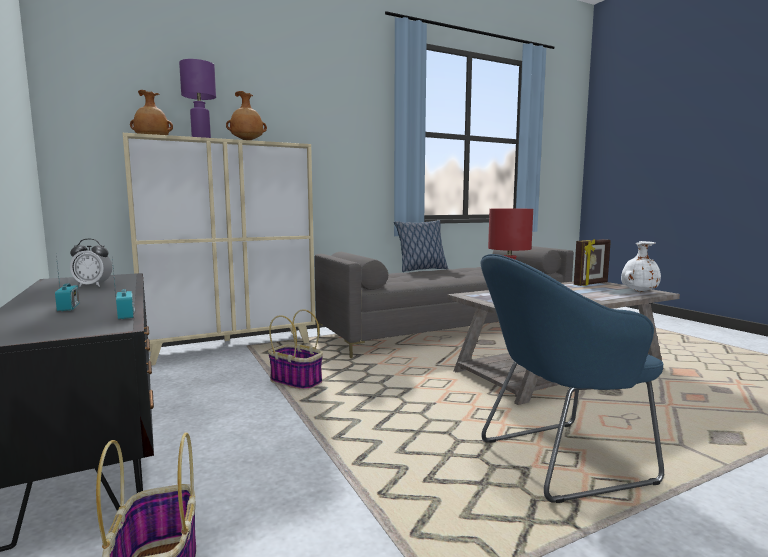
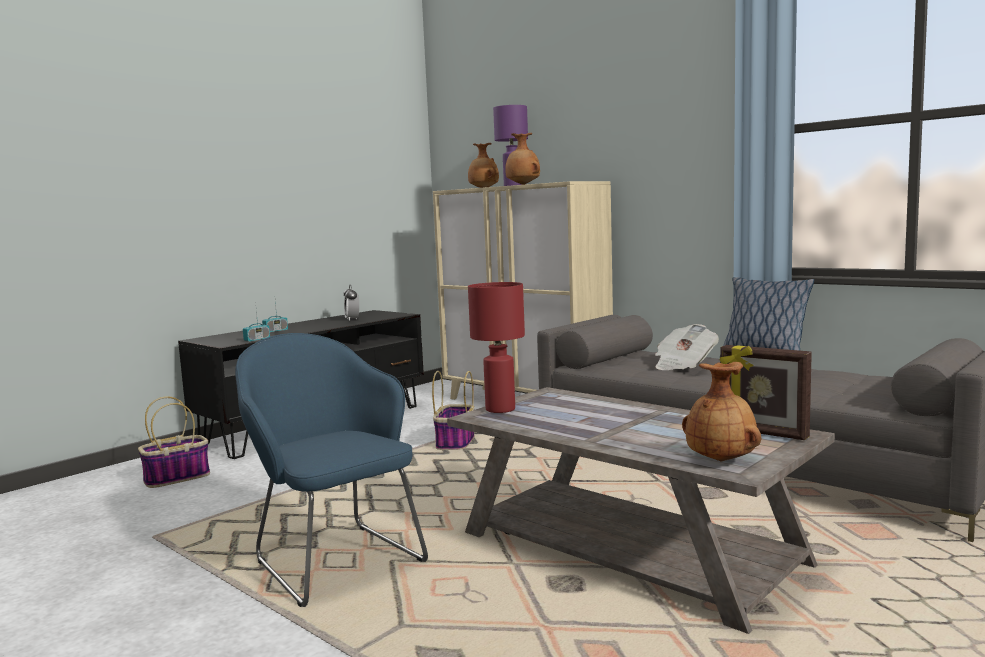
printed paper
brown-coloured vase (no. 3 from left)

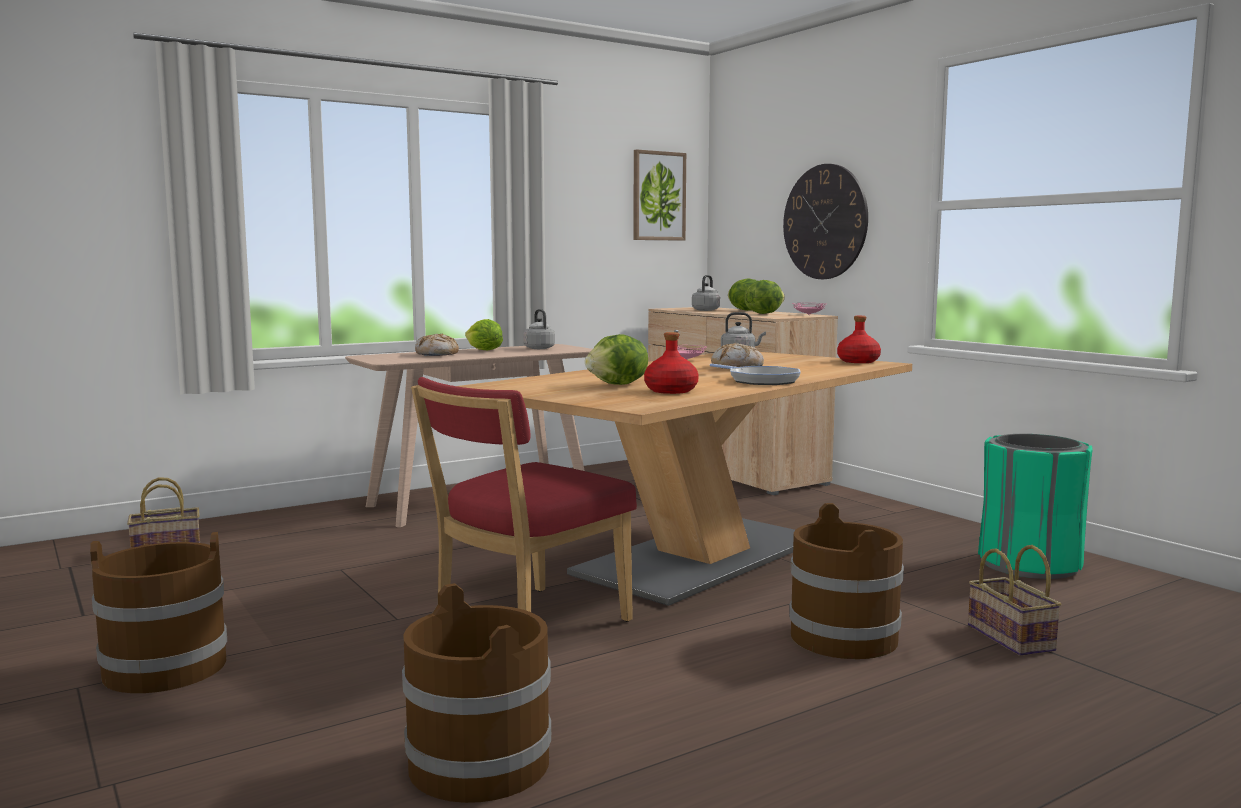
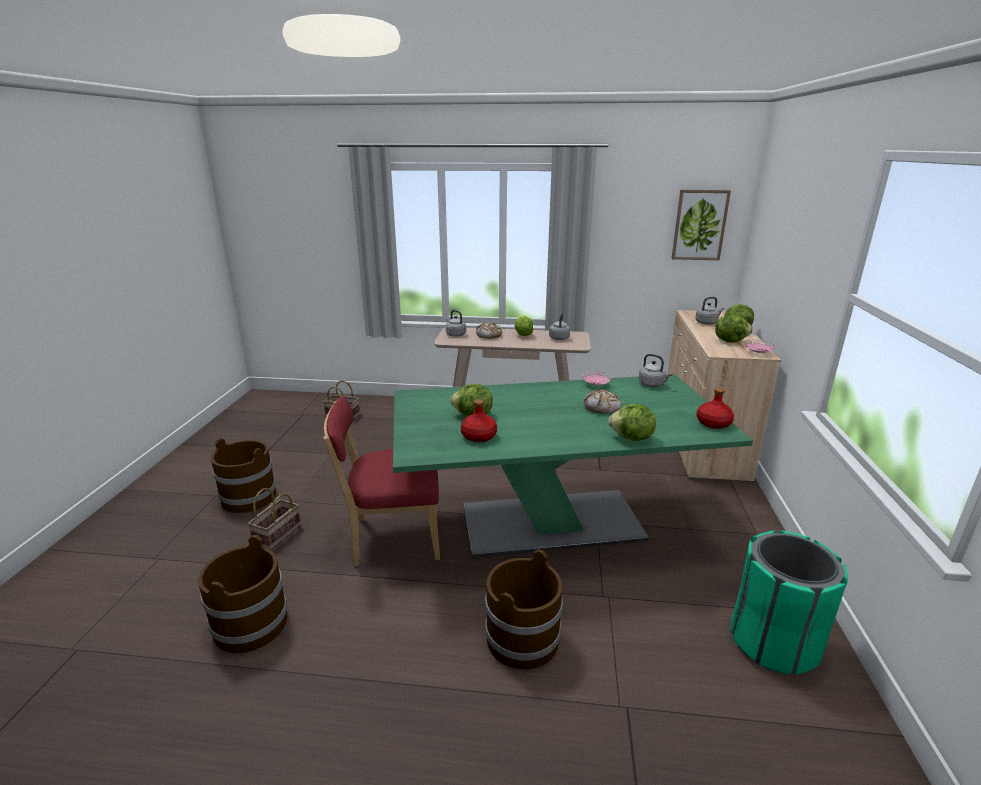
basket (no. 1 from left)
greenish dinner table
grey water kettle (no. 1 from left)
lettuce head (no. 3 from left)
skillet
hanging clock

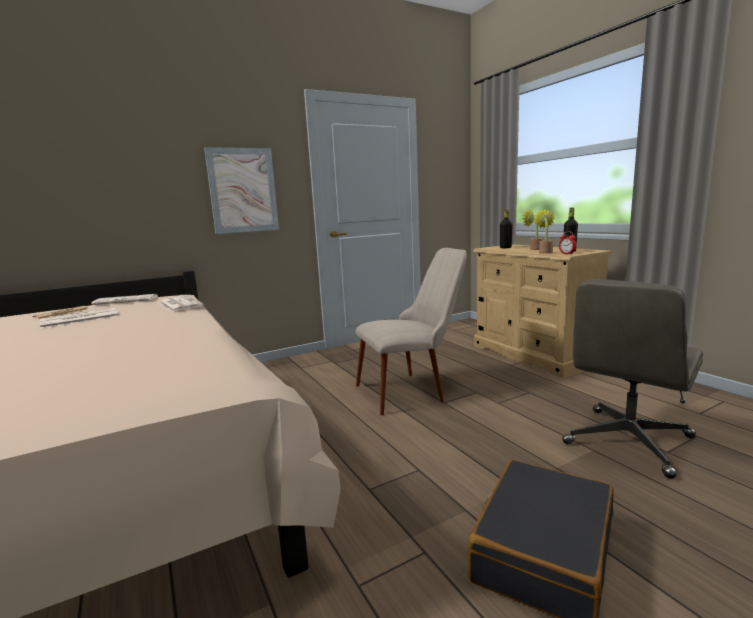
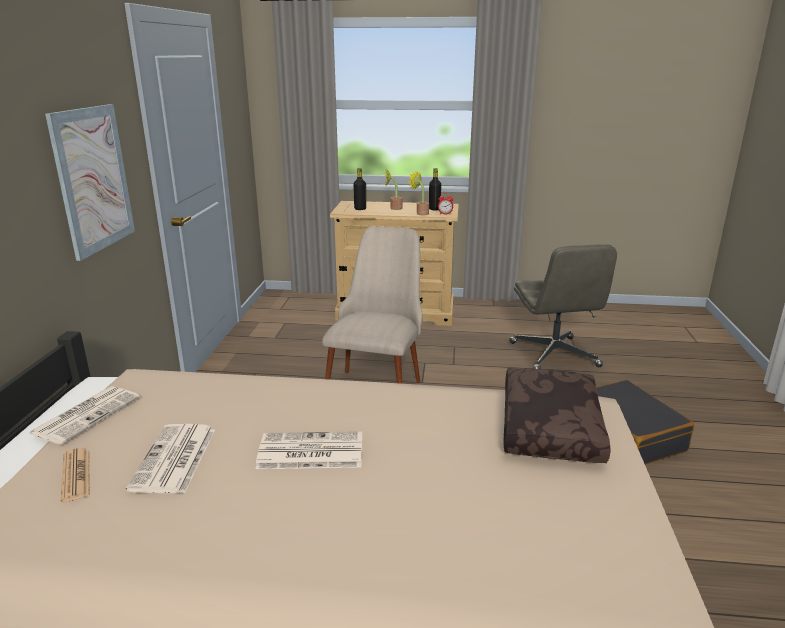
printed paper (no. 4 from left)
brown-coloured throw pillow

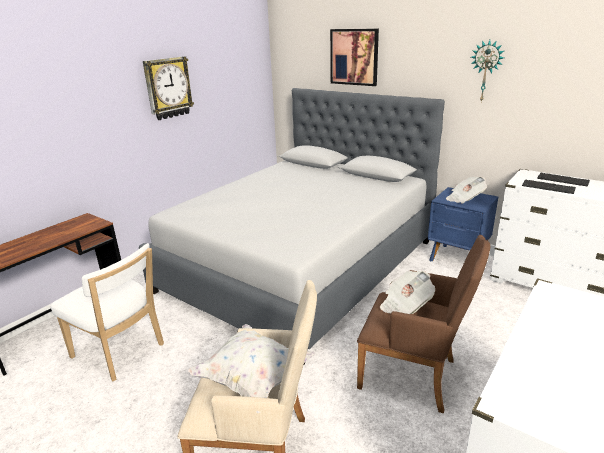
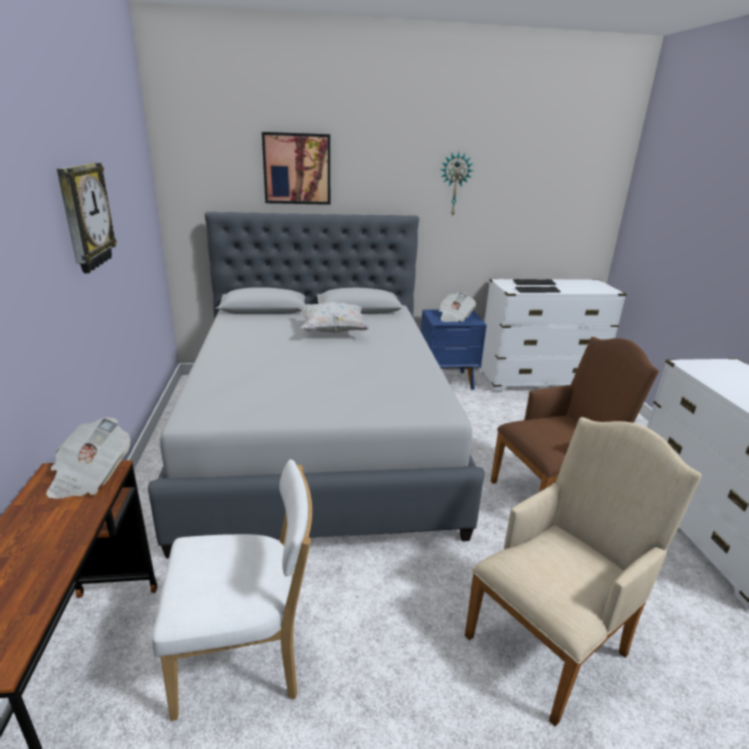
printed paper (no. 1 from left)
white throw pillow

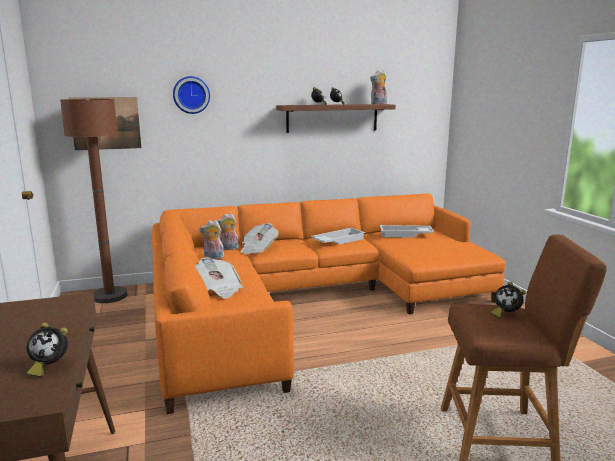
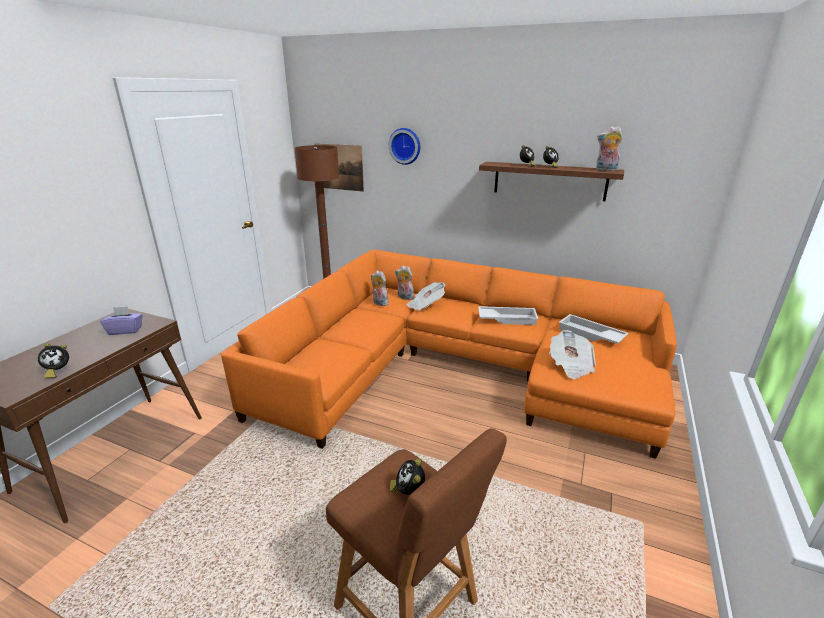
table clock (no. 1 from left)
purple-coloured tissue box
printed paper (no. 2 from left)

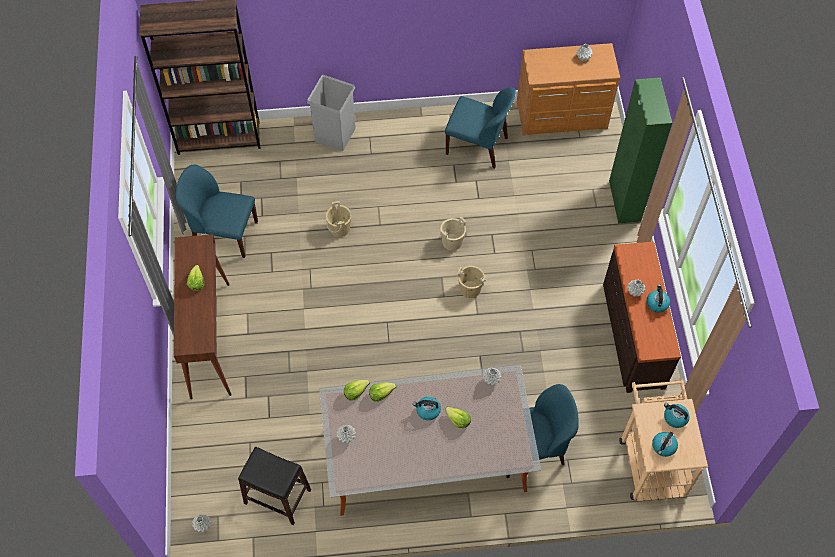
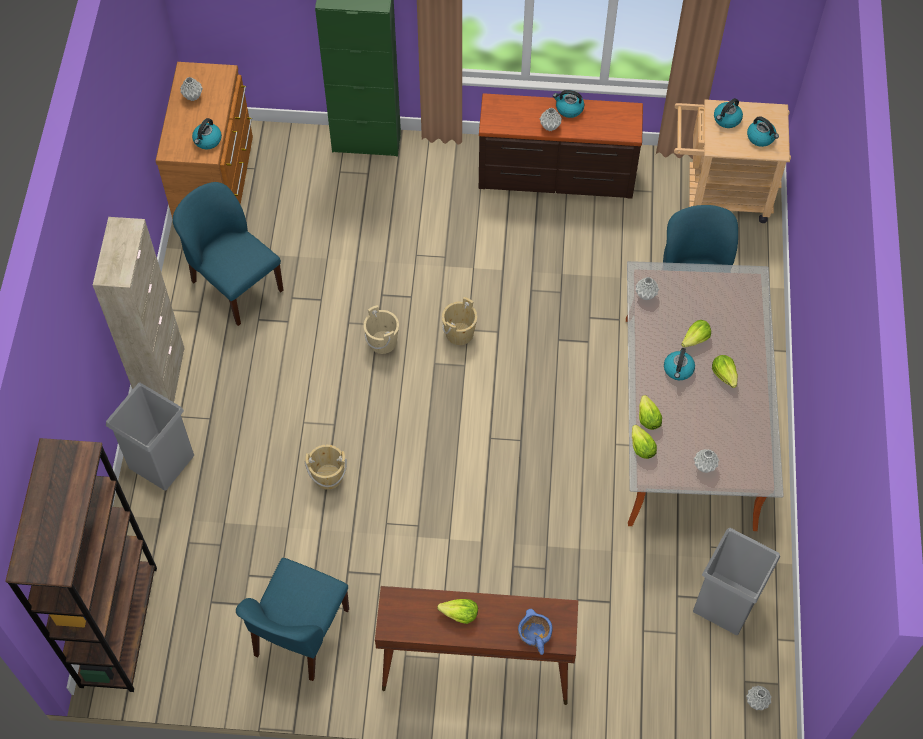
beige-coloured cabinet
bluish plain chair (no. 1 from left)
water kettle (no. 1 from left)
bluish deep dish
grey waste bin (no. 2 from left)
lettuce head (no. 5 from left)

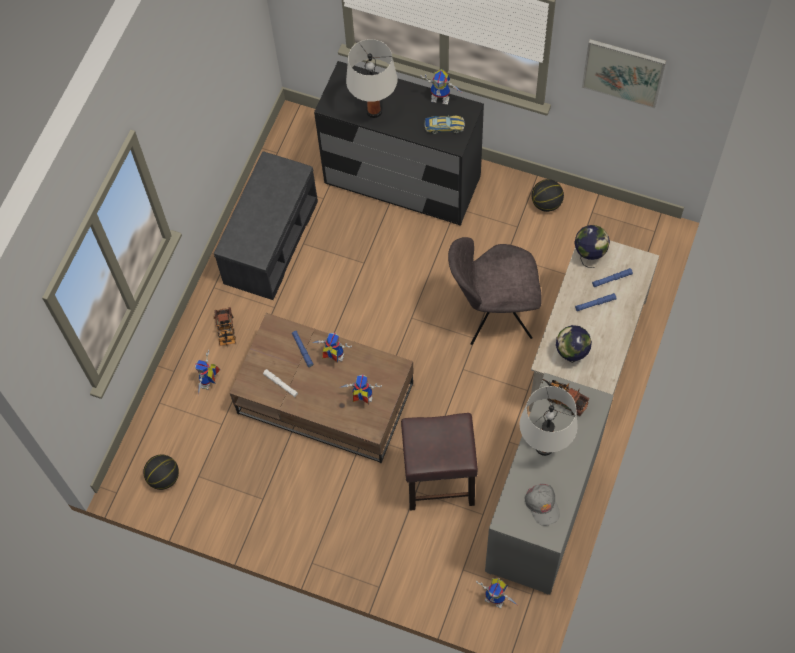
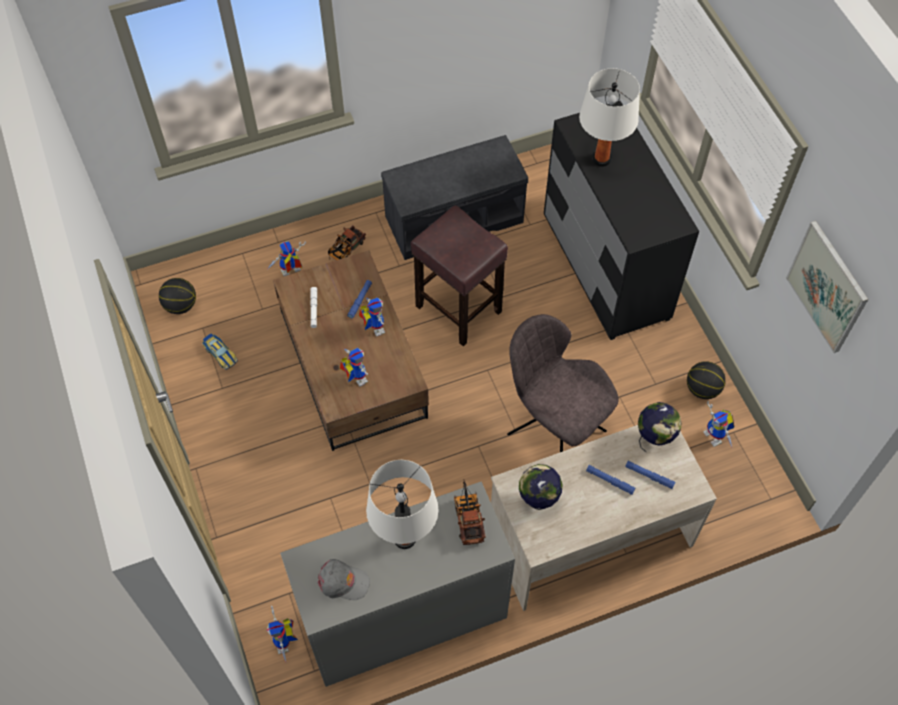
toy car
grey peaked cap
brown-coloured stool
model robot (no. 5 from left)

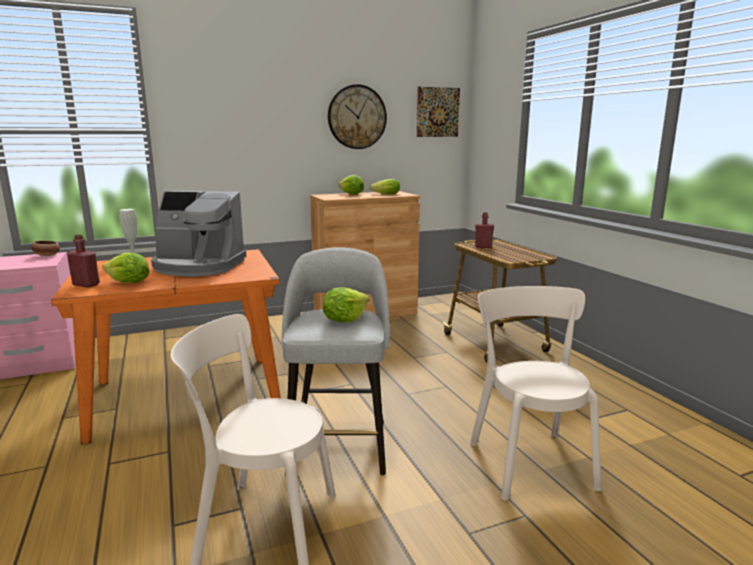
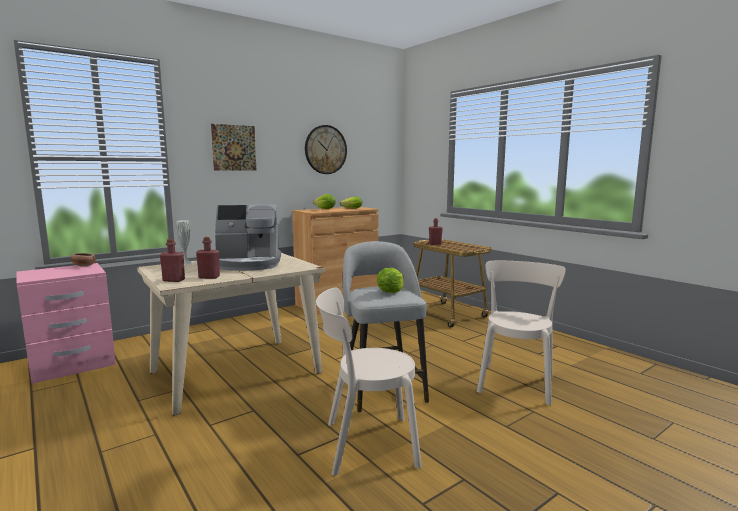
beige-coloured dinner table
red drink bottle (no. 2 from left)
wall picture
beige-coloured plain chair (no. 2 from left)

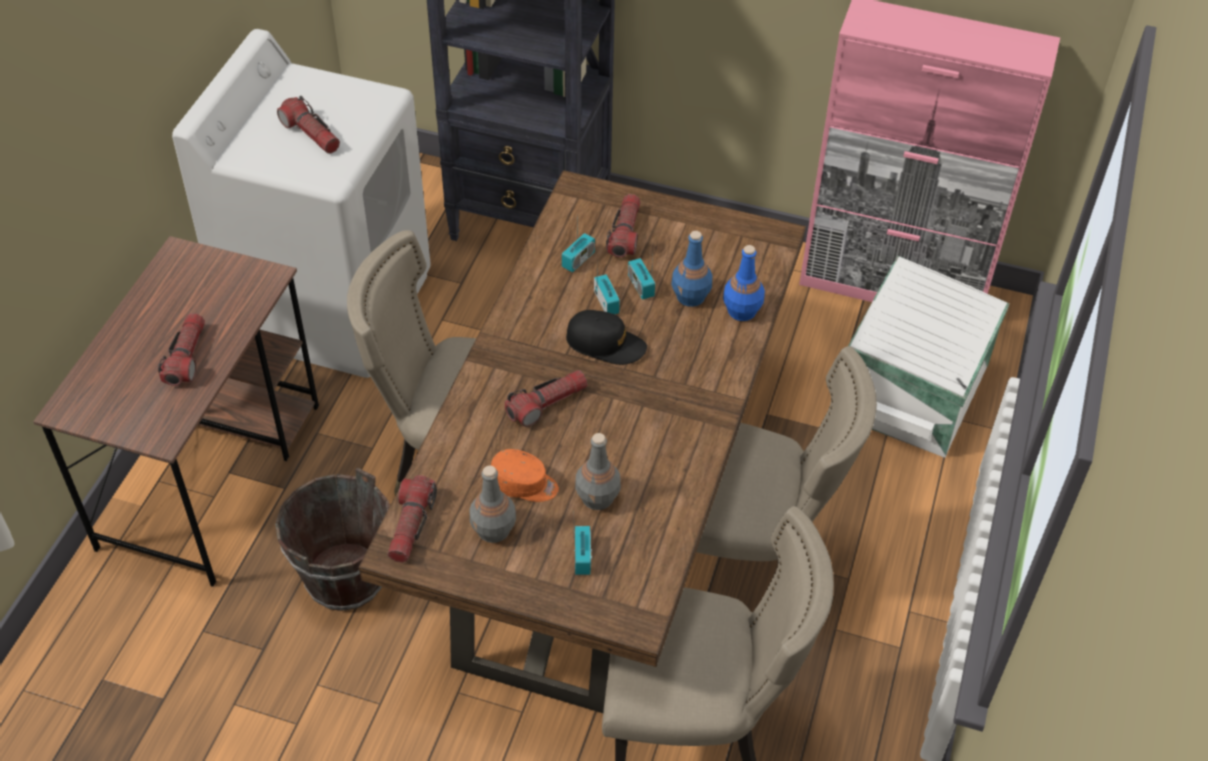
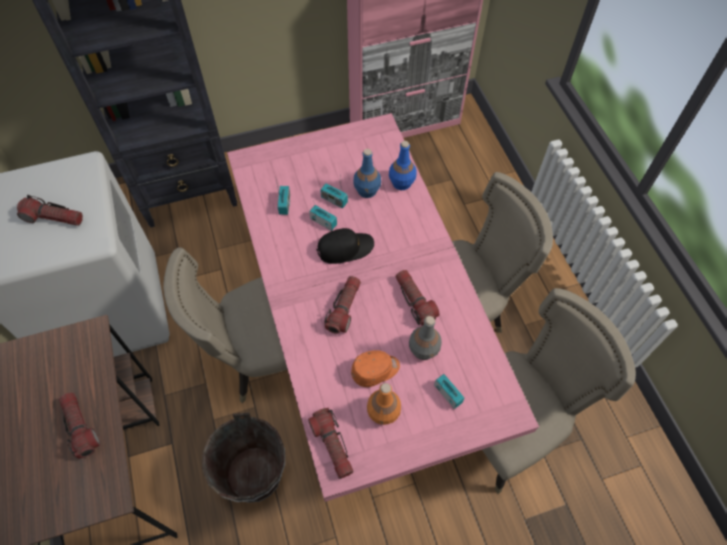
pink dinner table
orangey drink bottle
torch (no. 5 from left)
white storage bin

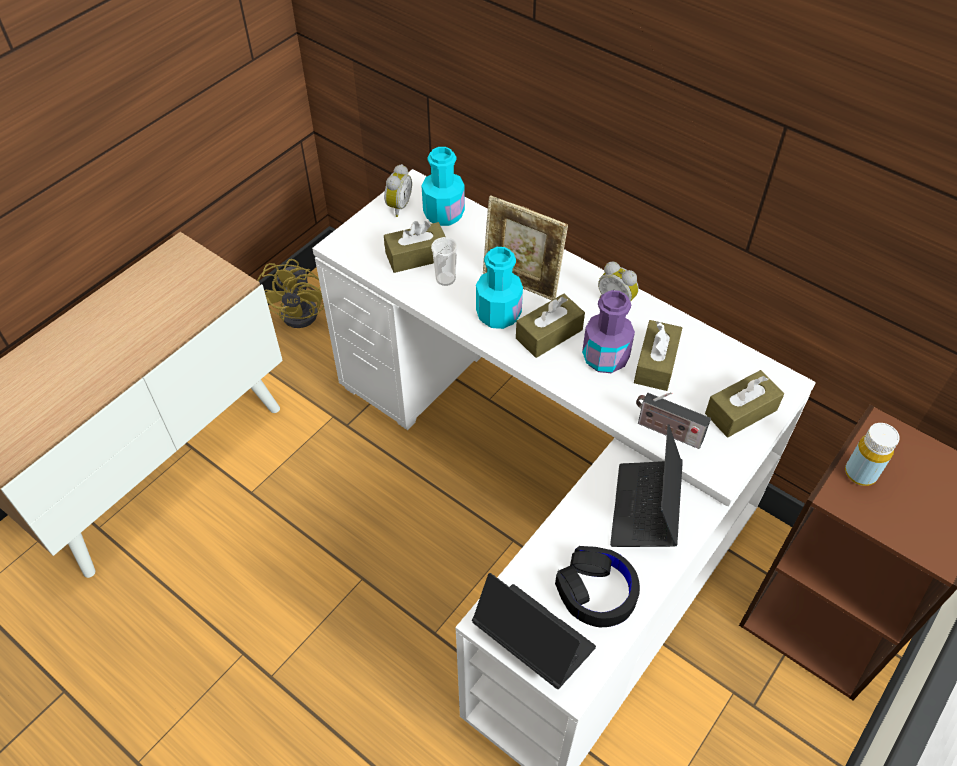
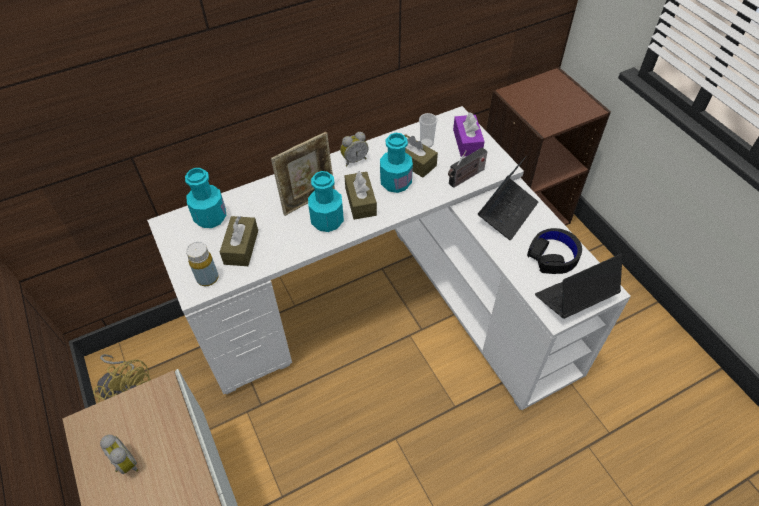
table clock (no. 1 from left)
yellow drink bottle
turquoise drink bottle (no. 3 from left)
small cup
purple-coloured tissue box
notebook computer (no. 1 from left)

